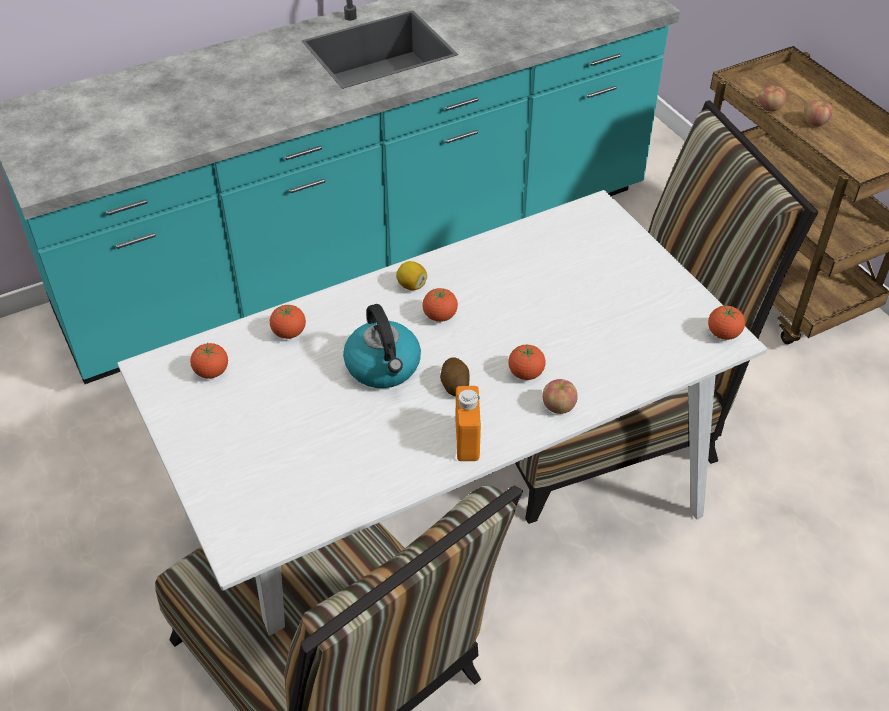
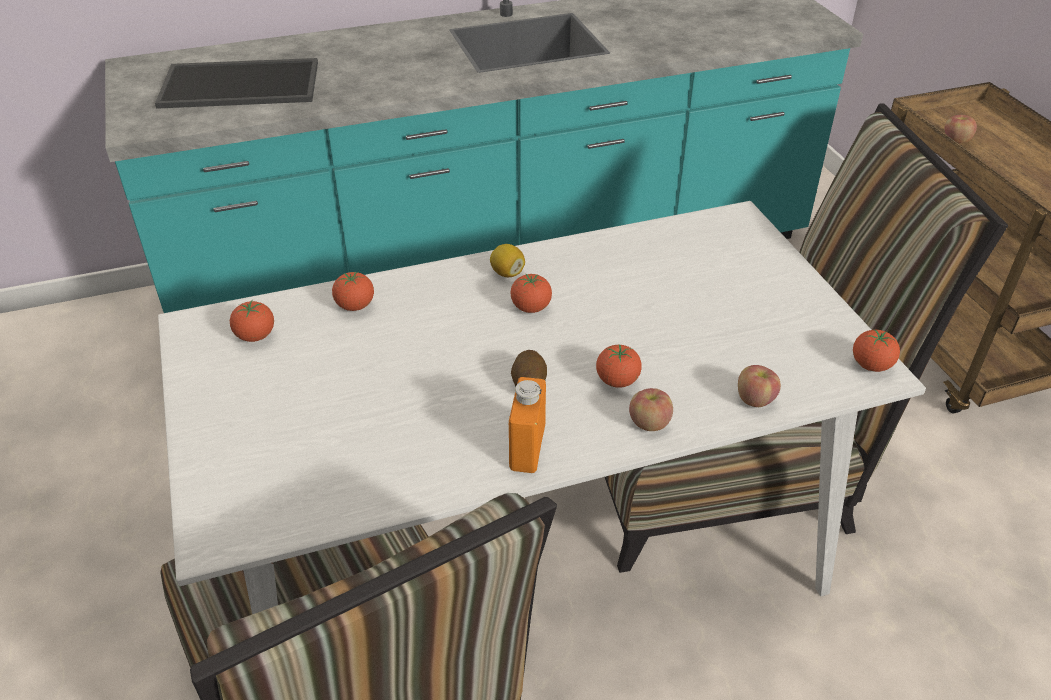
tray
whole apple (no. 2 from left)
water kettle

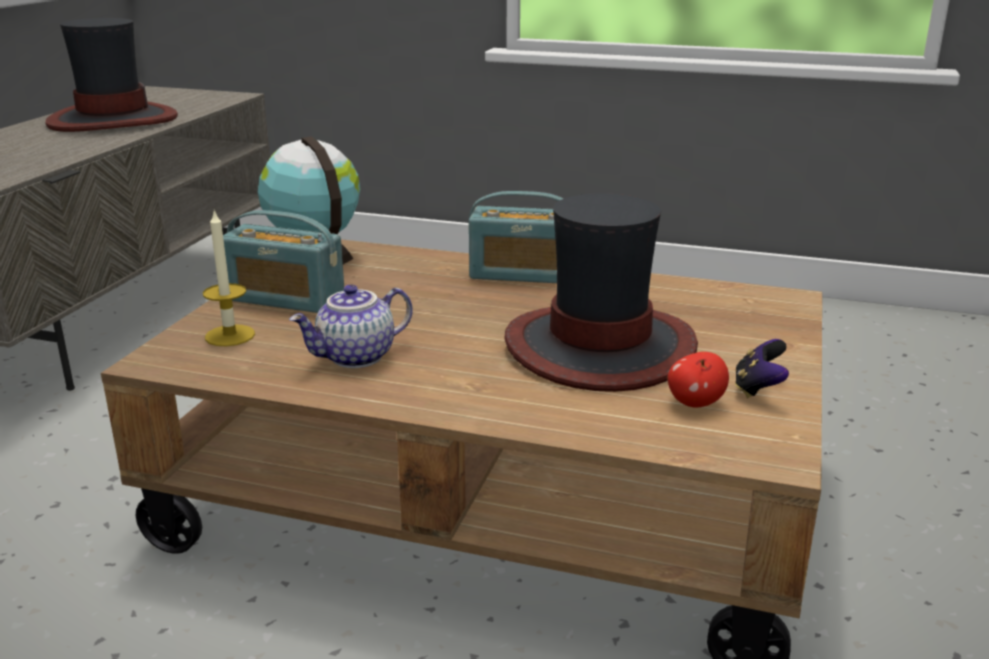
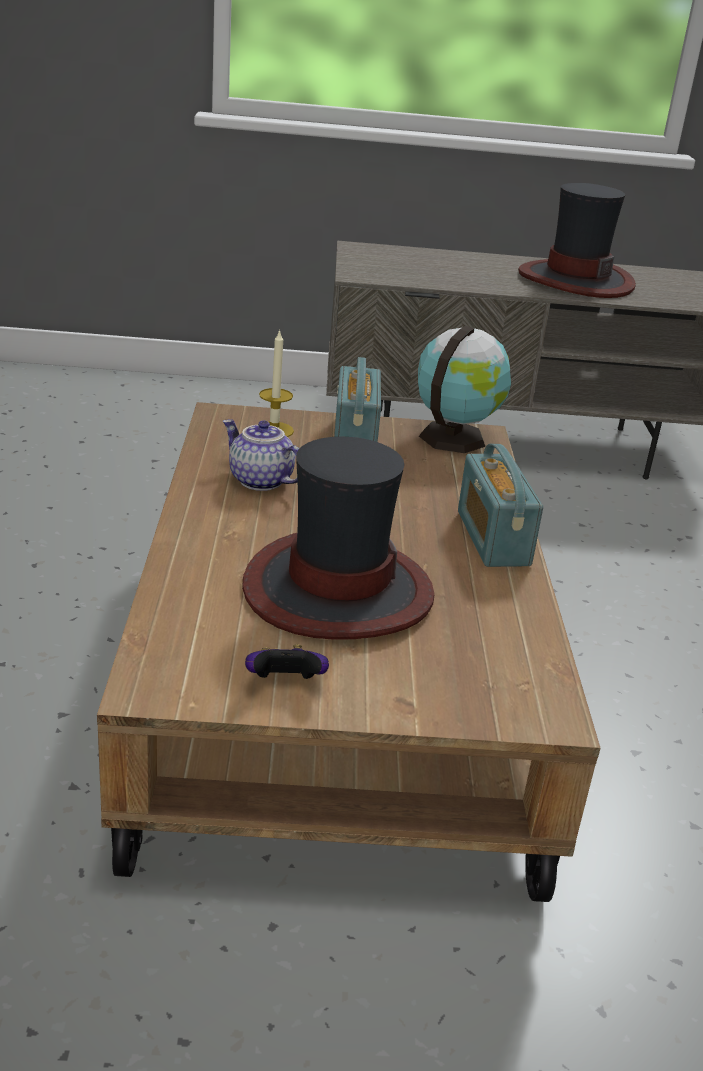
whole apple

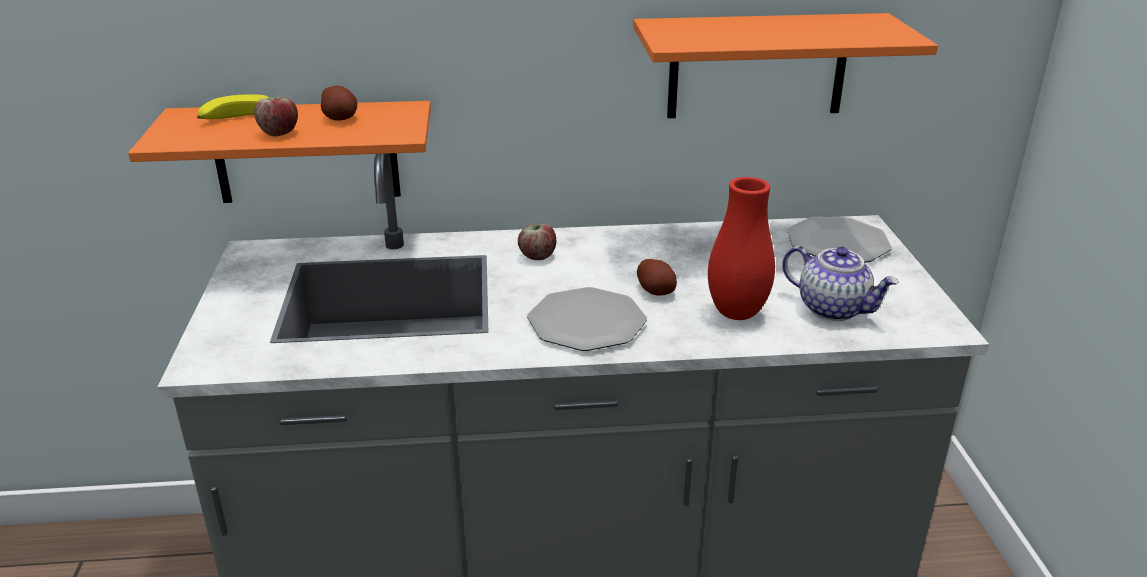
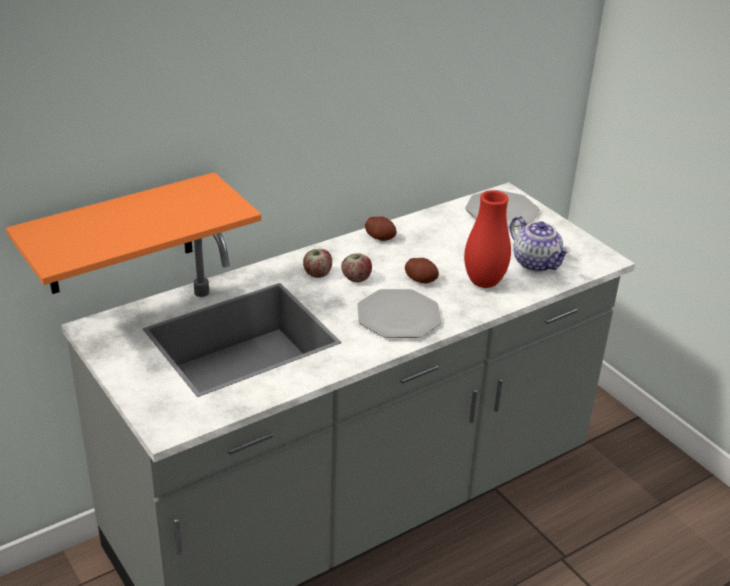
whole apple (no. 2 from left)
potato (no. 1 from left)
tea pot
banana
orangey wall shelf (no. 2 from left in the first image)

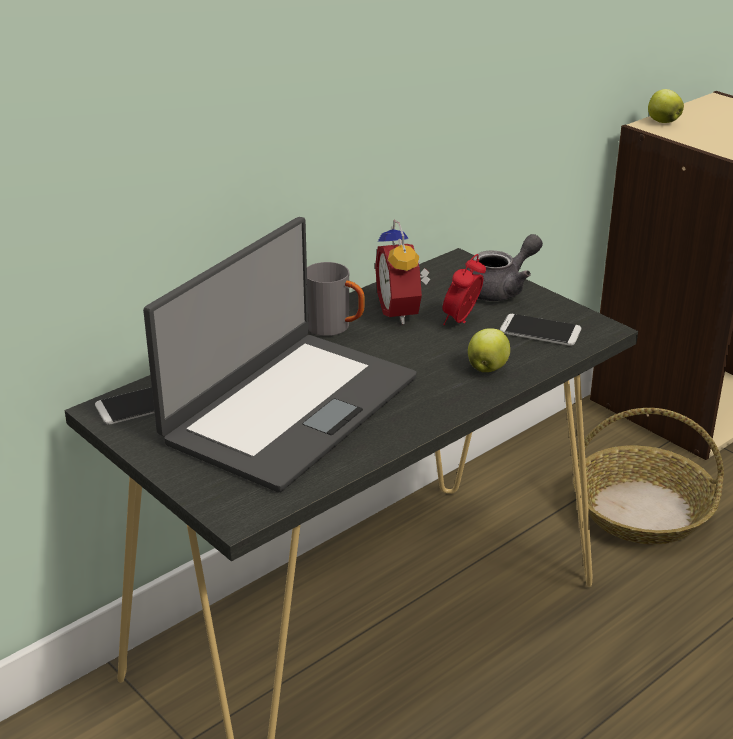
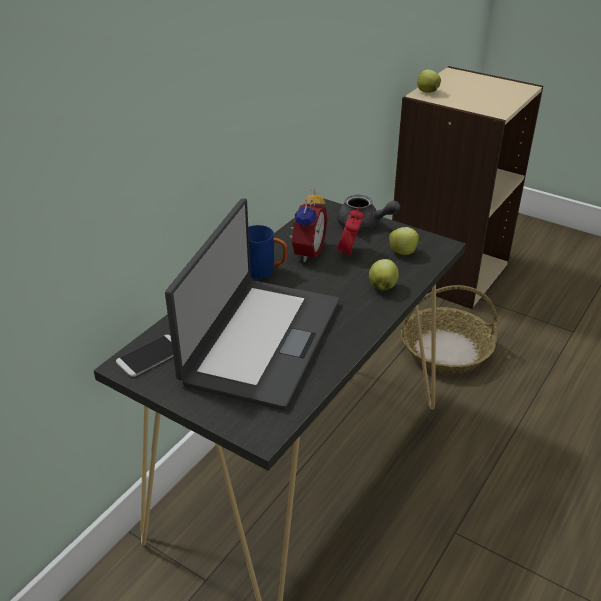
bluish mug
table clock (no. 1 from left)
grey tea pot
whole apple (no. 2 from left)

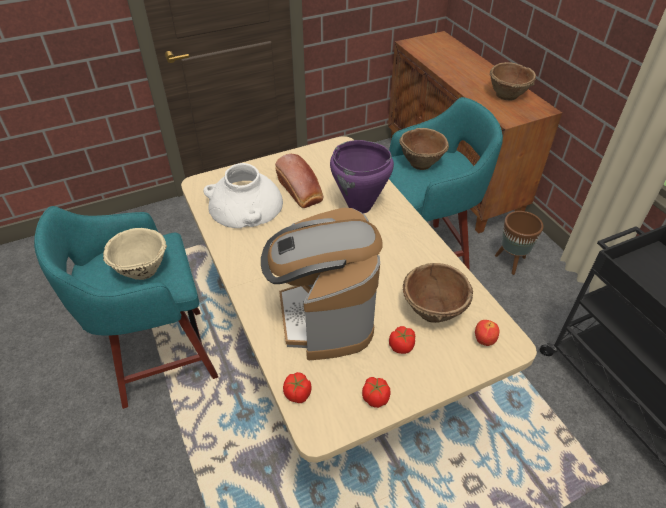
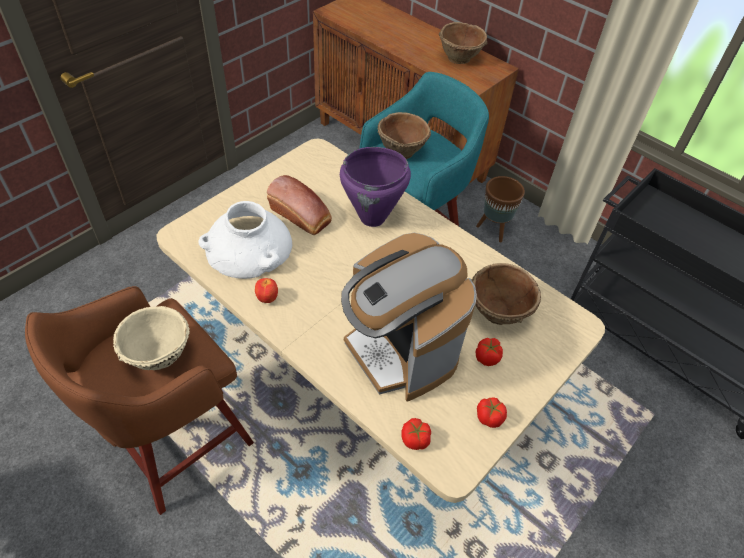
brown-coloured stool
whole apple

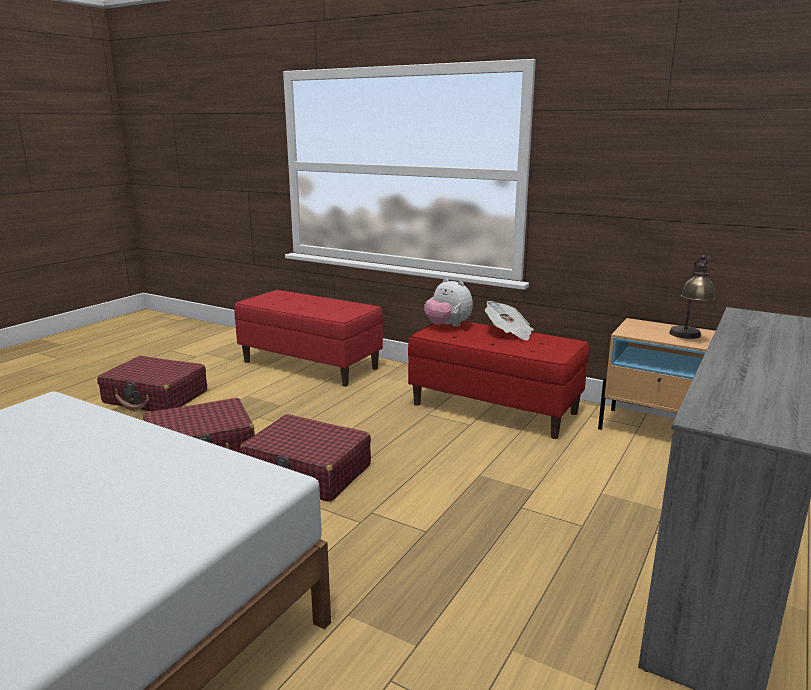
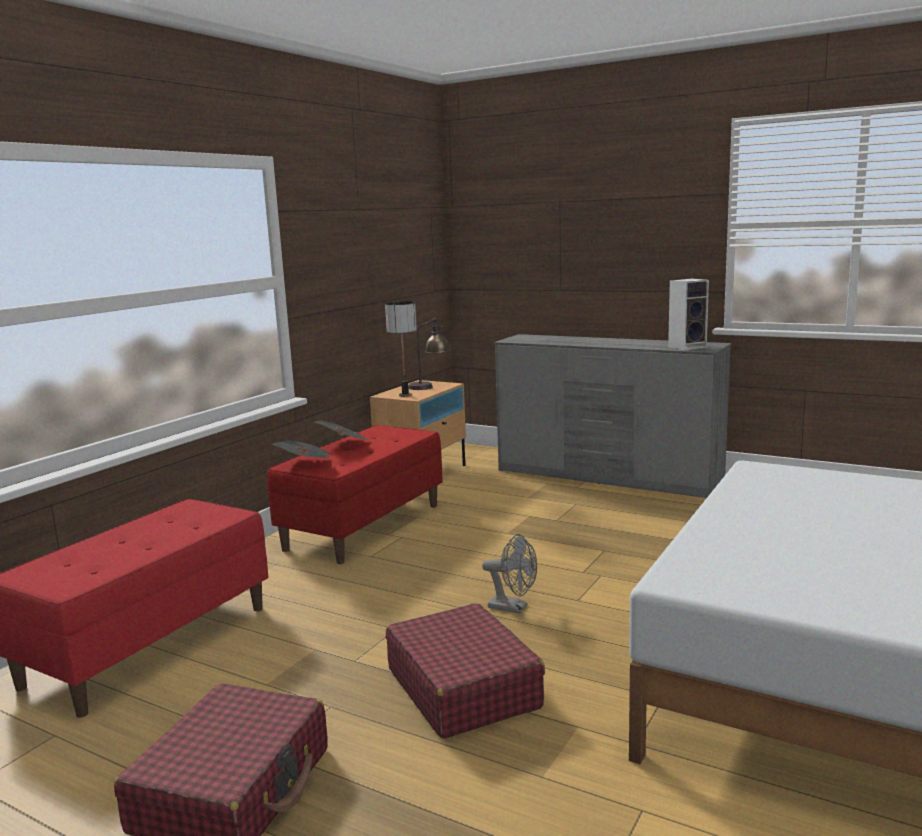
printed paper (no. 1 from left)
lamp for a table (no. 1 from left)
grey cooling fan
loudspeaker

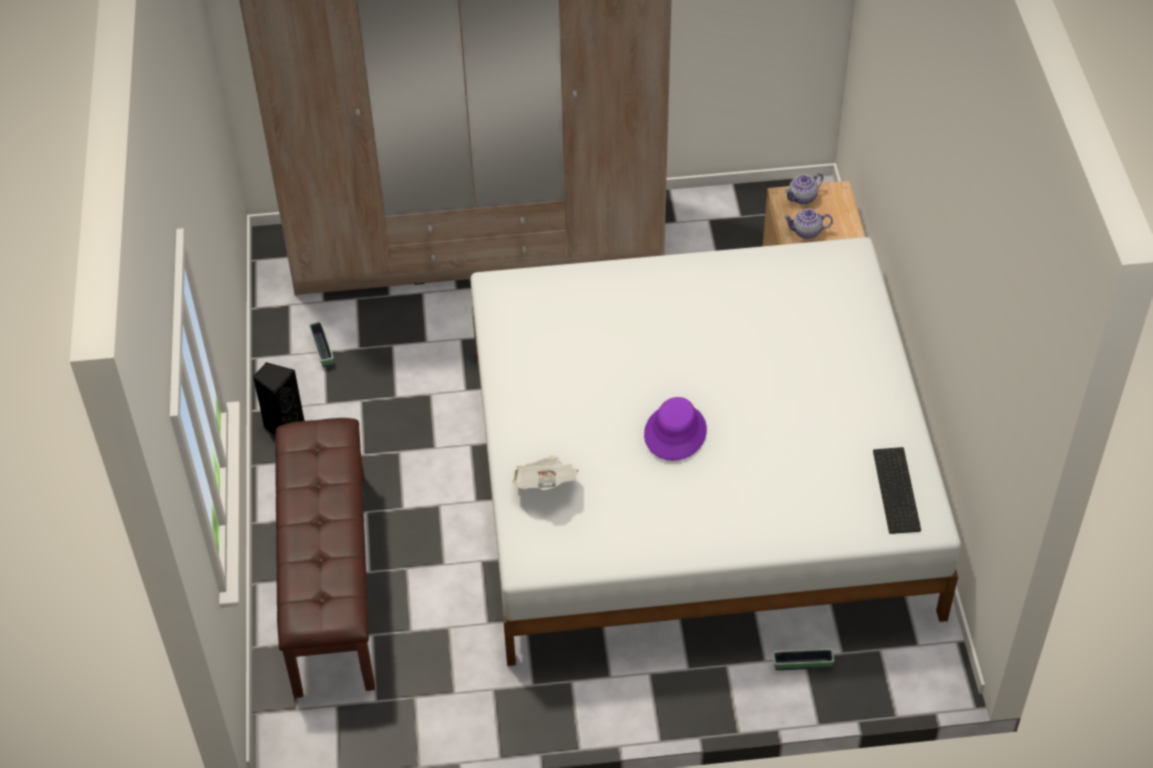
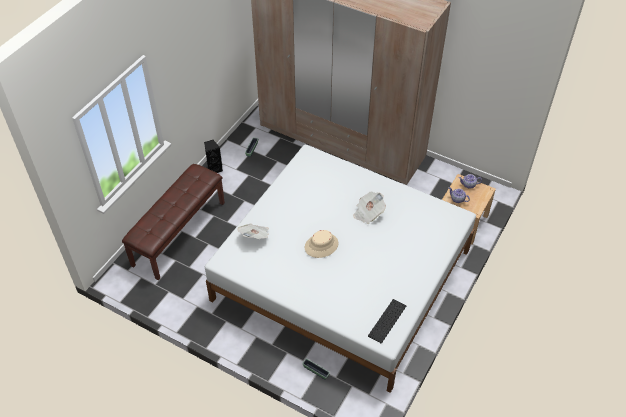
beige-coloured wearable hat
printed paper (no. 2 from left)

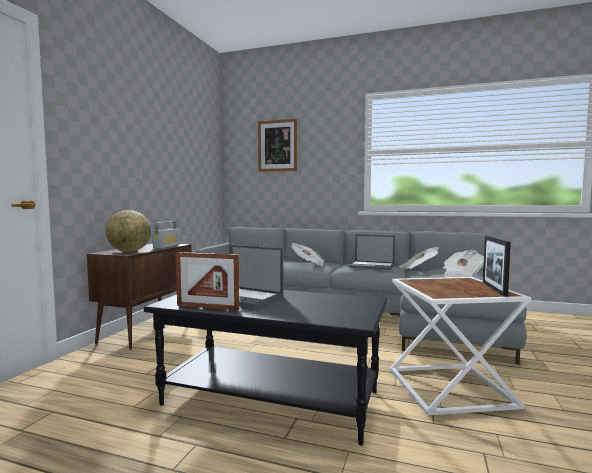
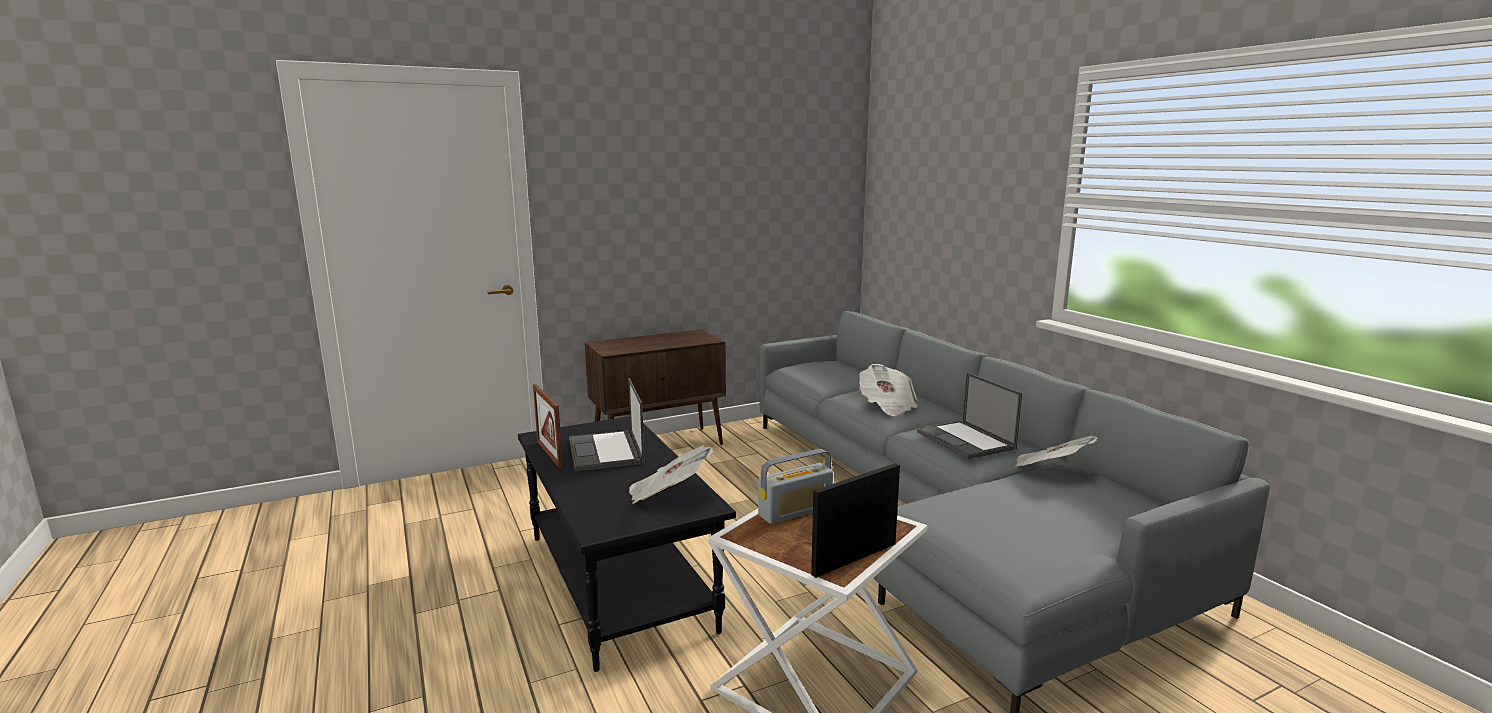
printed paper (no. 1 from left)
radio
world globe
wall picture

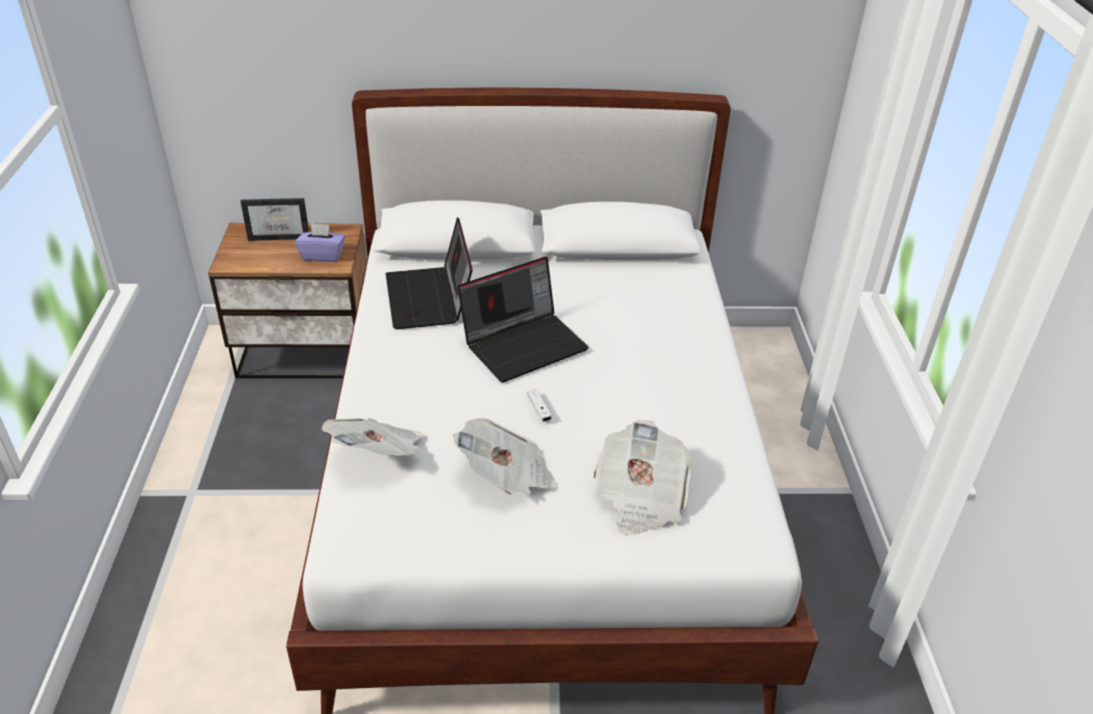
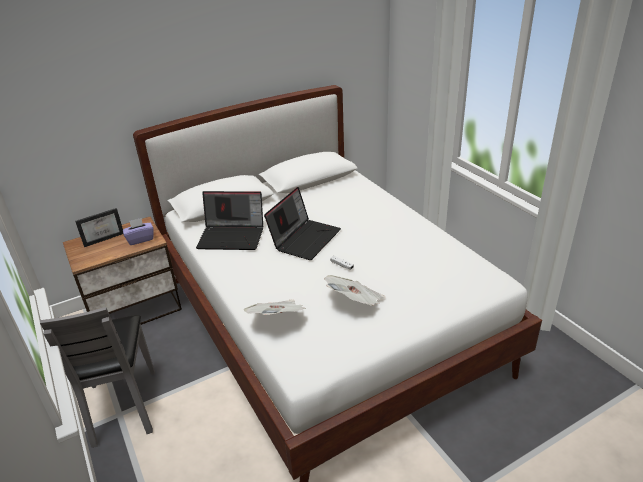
grey plain chair
notebook computer (no. 1 from left)
printed paper (no. 3 from left in the first image)

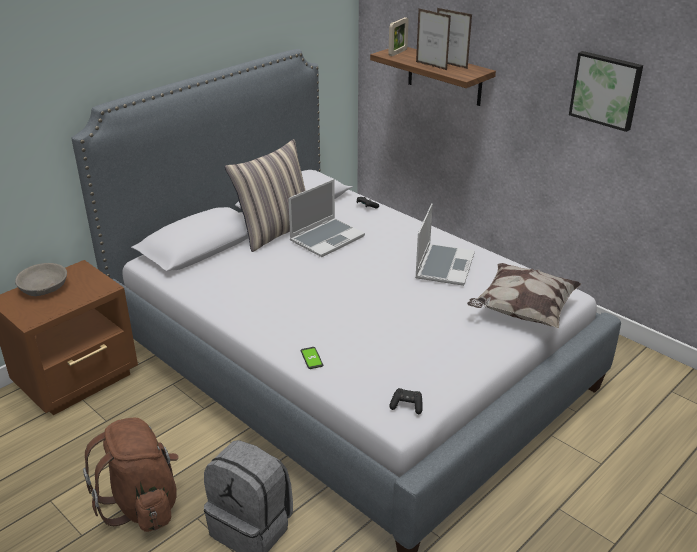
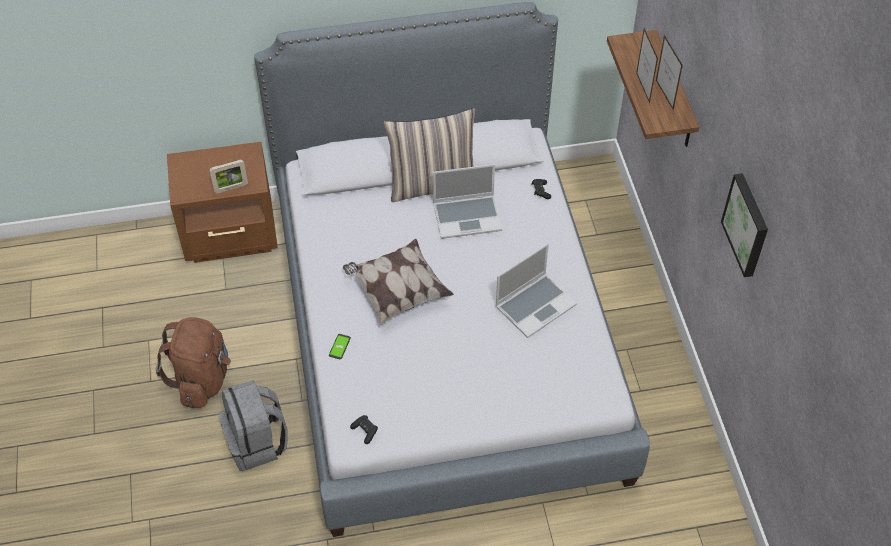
standing frame (no. 1 from left)
throw pillow (no. 1 from left)
grey deep dish

